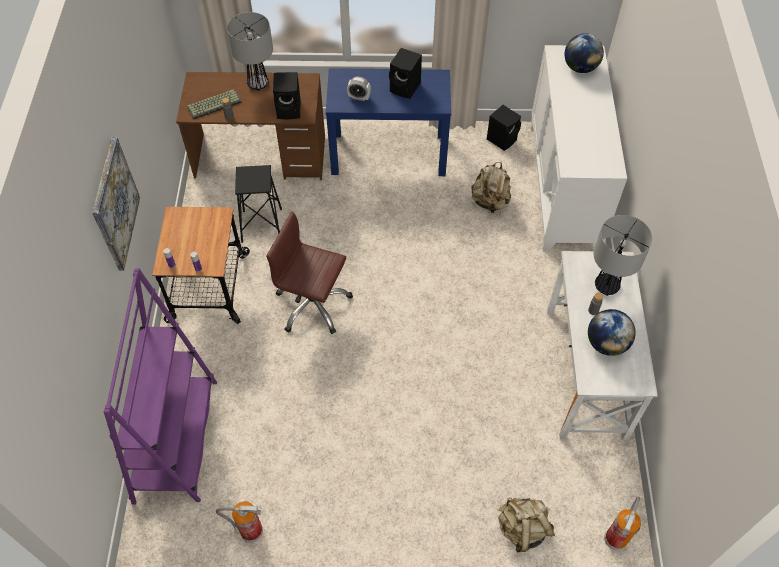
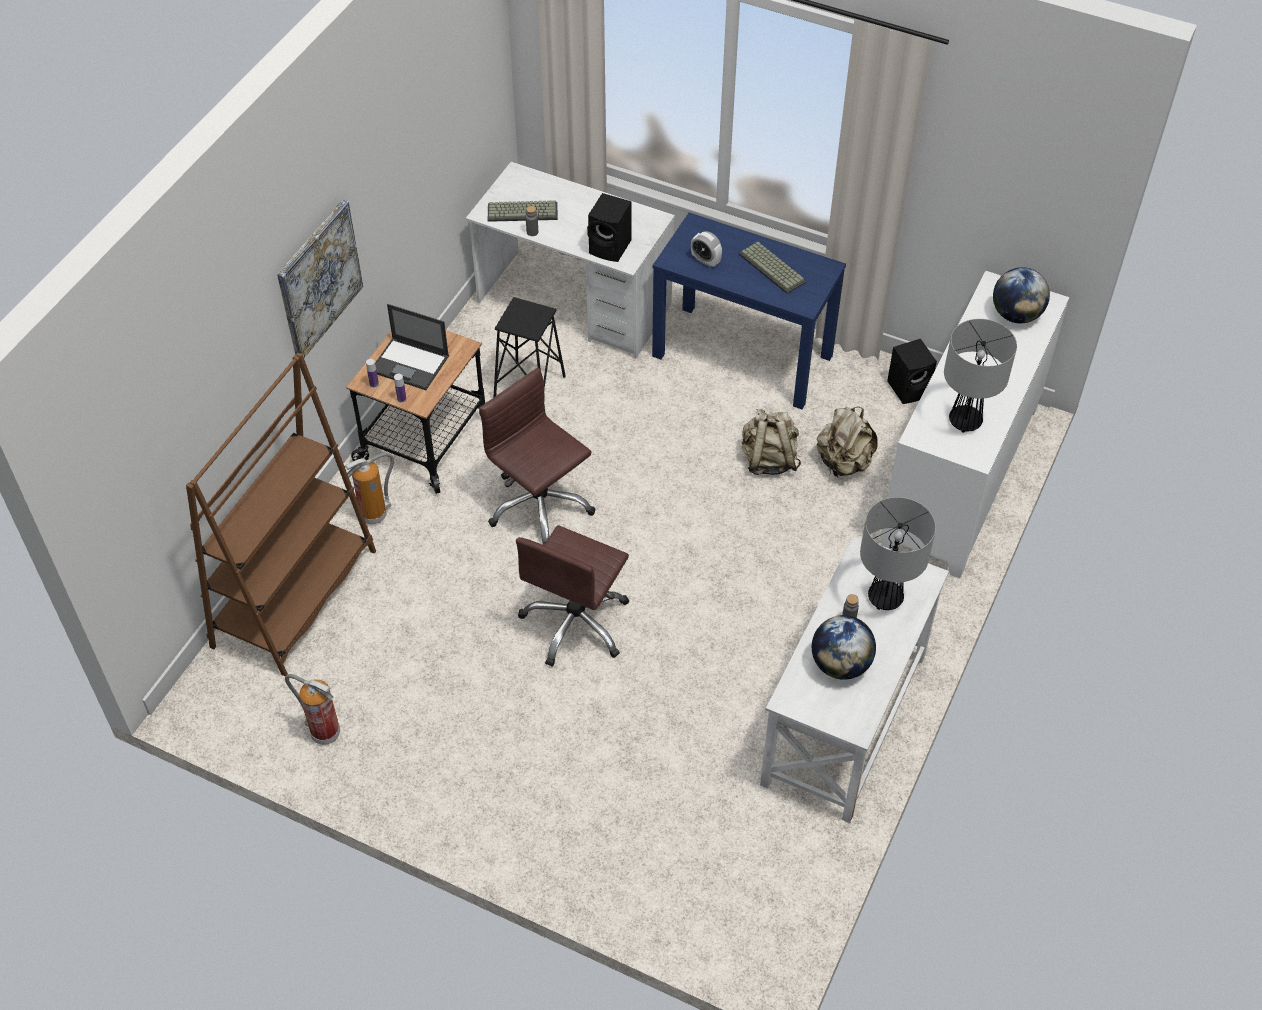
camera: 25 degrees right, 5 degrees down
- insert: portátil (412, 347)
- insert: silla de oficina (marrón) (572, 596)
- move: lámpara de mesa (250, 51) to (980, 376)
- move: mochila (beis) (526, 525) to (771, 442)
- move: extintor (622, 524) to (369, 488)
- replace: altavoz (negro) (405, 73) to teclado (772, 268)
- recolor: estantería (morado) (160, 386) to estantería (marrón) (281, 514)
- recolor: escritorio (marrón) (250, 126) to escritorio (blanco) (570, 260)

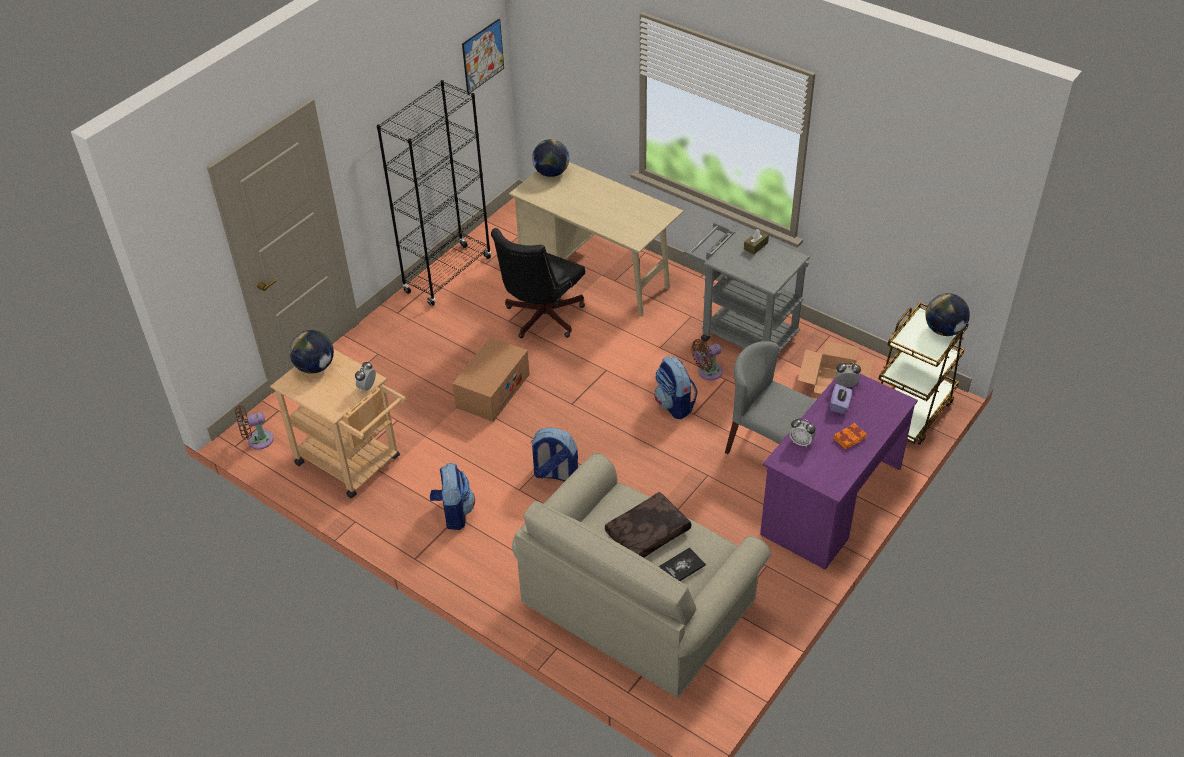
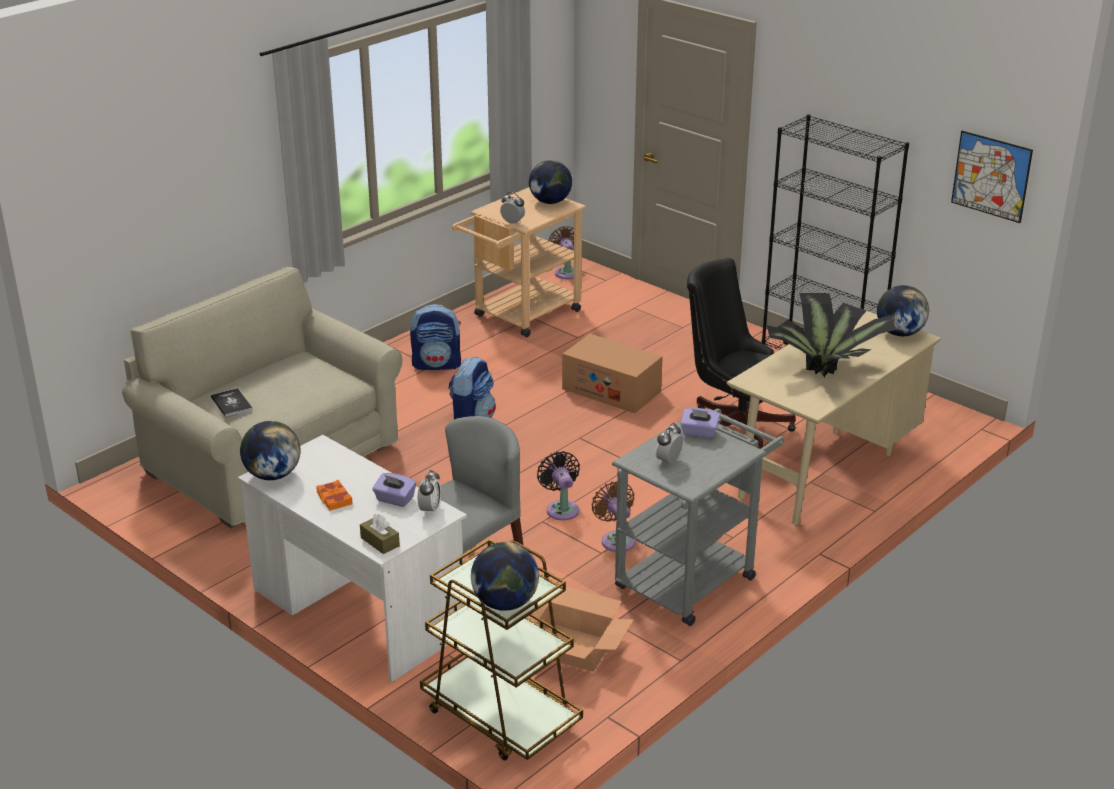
camera: 95 degrees right, 15 degrees down
- delete: cojín (marrón) (648, 525)
- insert: globo terráqueo (270, 450)
- insert: caja de pañuelos (morado) (700, 423)
- insert: planta en maceta (831, 335)
- move: caja de pañuelos (marrón) (756, 242) to (380, 534)
- move: despertador (803, 432) to (669, 443)
- replace: mochila (676, 387) to ventilador (negro) (558, 485)
- recolor: escritorio (morado) (839, 471) to escritorio (blanco) (352, 558)

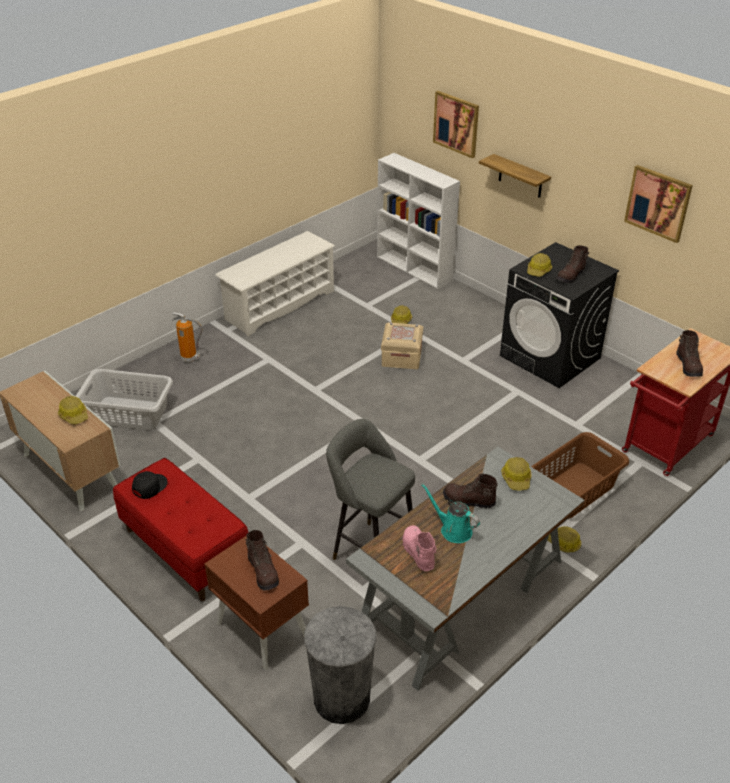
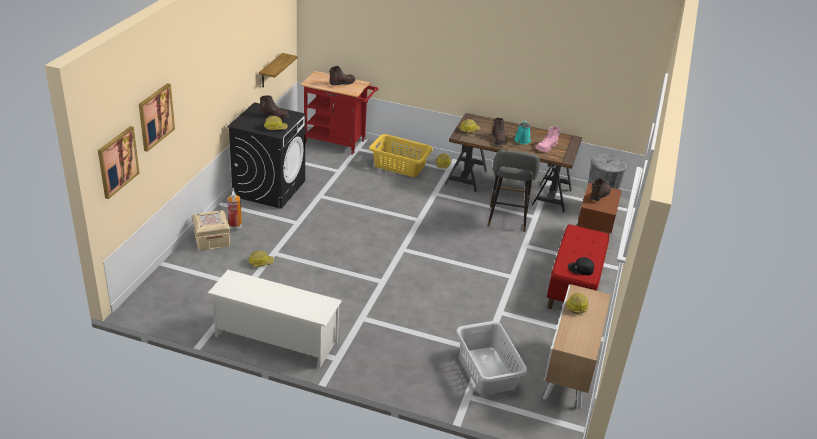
camera: 120 degrees left, 5 degrees down
- delete: estantería (blanco) (418, 221)
- move: extintor (187, 337) to (234, 209)
- move: caja de almacenaje (beis) (402, 345) to (211, 230)
- move: estante (515, 176) to (278, 70)
- move: cuadro (658, 204) to (119, 162)
- recolor: escritorio (gris) (465, 569) to escritorio (marrón) (513, 163)
- recolor: cesto de la ropa (marrón) (580, 475) to cesto de la ropa (amarillo) (401, 155)

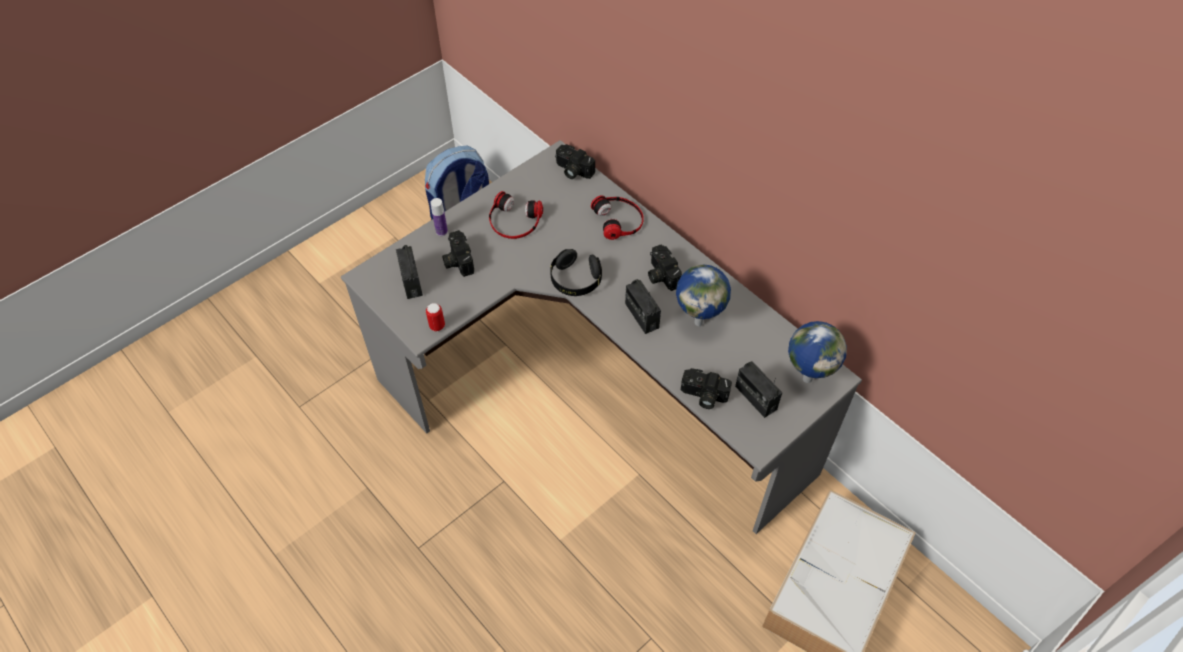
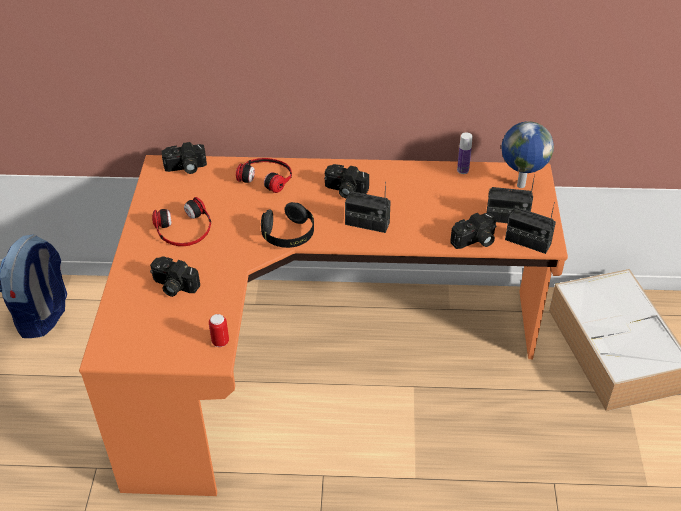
camera: 45 degrees left, 10 degrees down
- delete: globo terráqueo (703, 295)
- move: radio (409, 272) to (530, 228)
- move: botella (439, 217) to (465, 153)
- recolor: escritorio (gris) (601, 337) to escritorio (naranja) (323, 325)

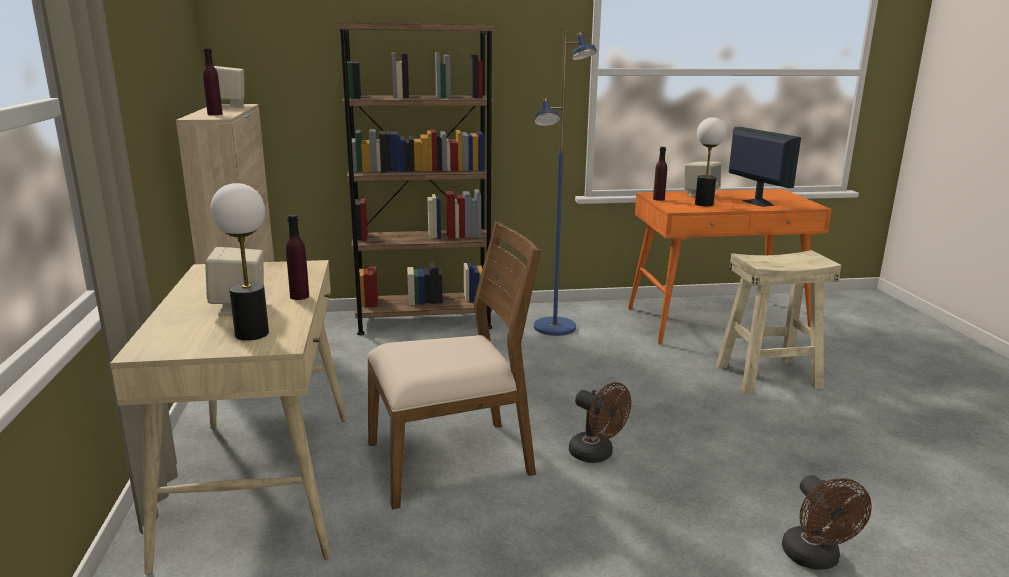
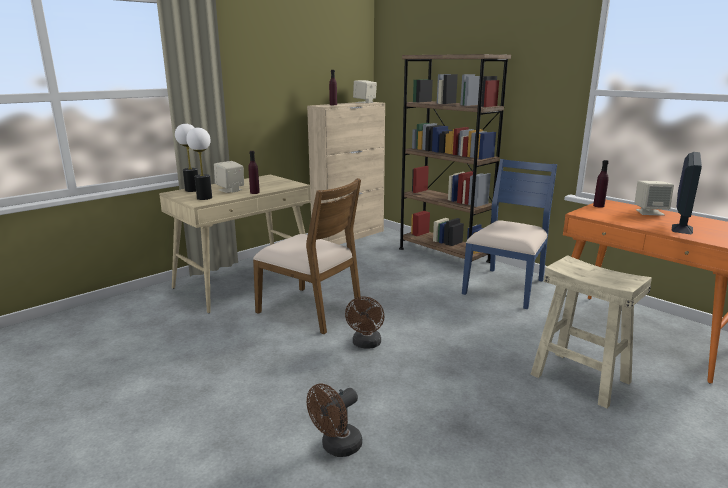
camera: 55 degrees right, 0 degrees up
- move: lámpara de mesa (710, 161) to (186, 157)
- replace: lámpara de pie (azul) (565, 183) to silla (azul) (509, 234)

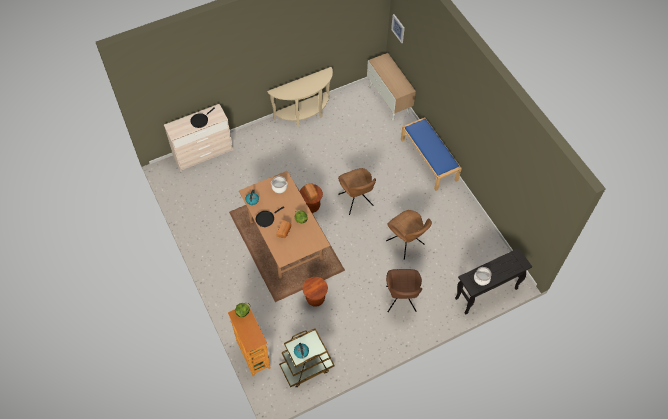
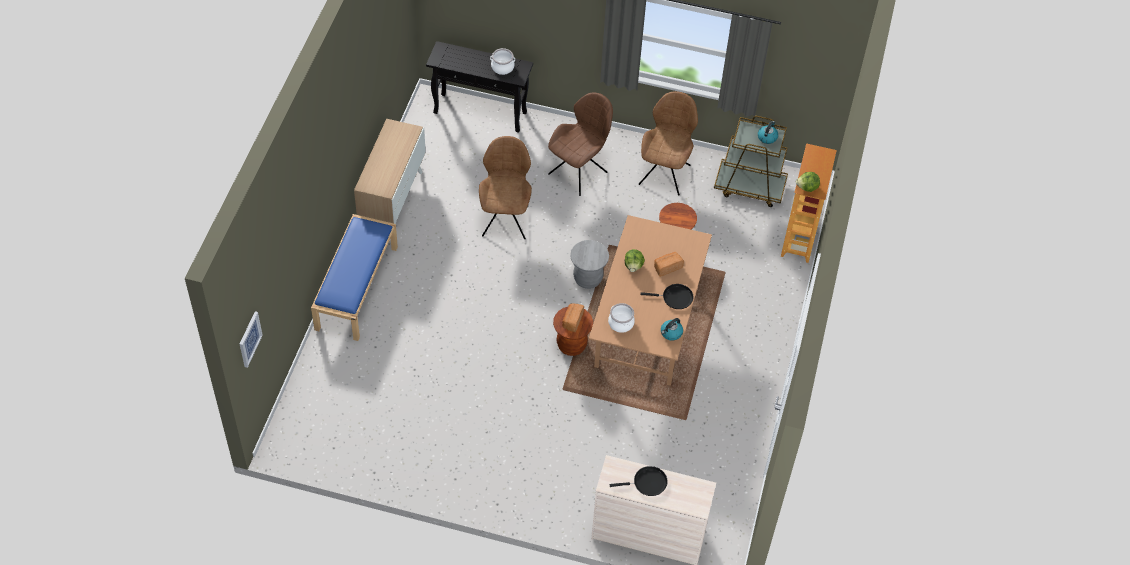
camera: 140 degrees left, 5 degrees down
- delete: mesa consola (beis) (300, 97)
- insert: taburete (gris) (589, 264)
- move: silla (marrón) (357, 191) to (668, 143)
- move: armario (391, 87) to (390, 171)

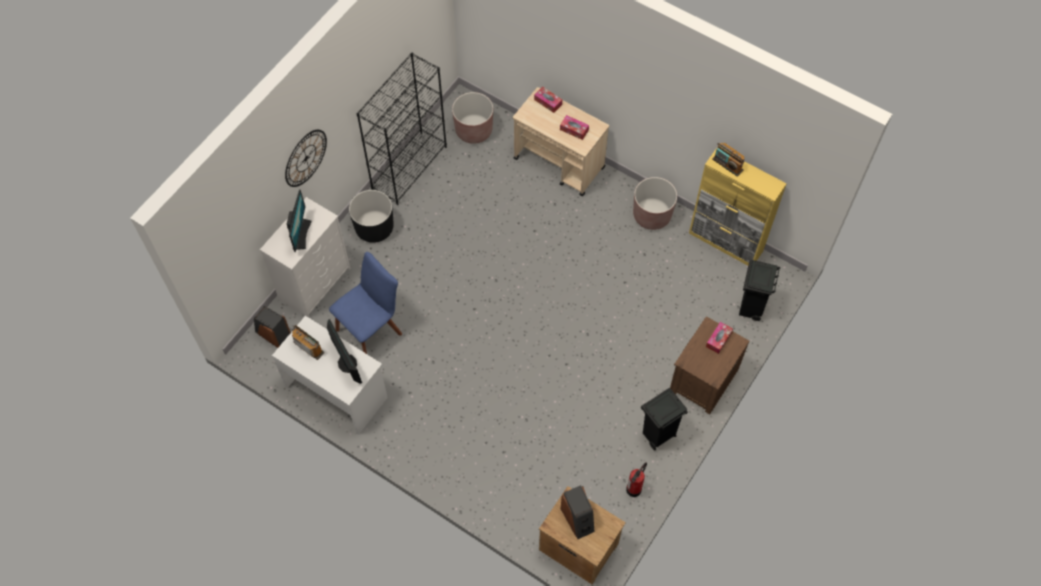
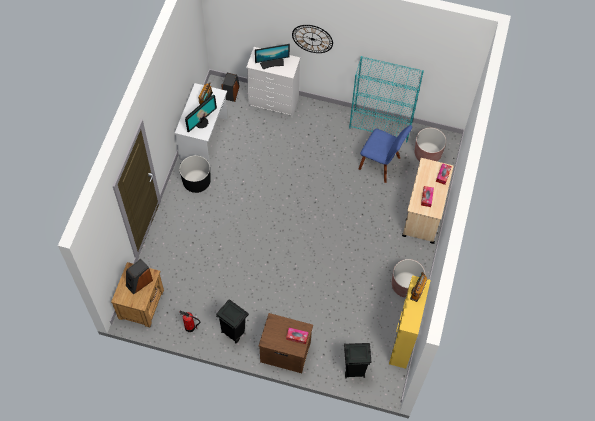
camera: 70 degrees right, 0 degrees up
- move: silla (azul) (365, 303) to (385, 154)
- move: maceta (negro) (371, 216) to (195, 174)
- recolor: estantería (negro) (402, 129) to estantería (turquesa) (386, 99)

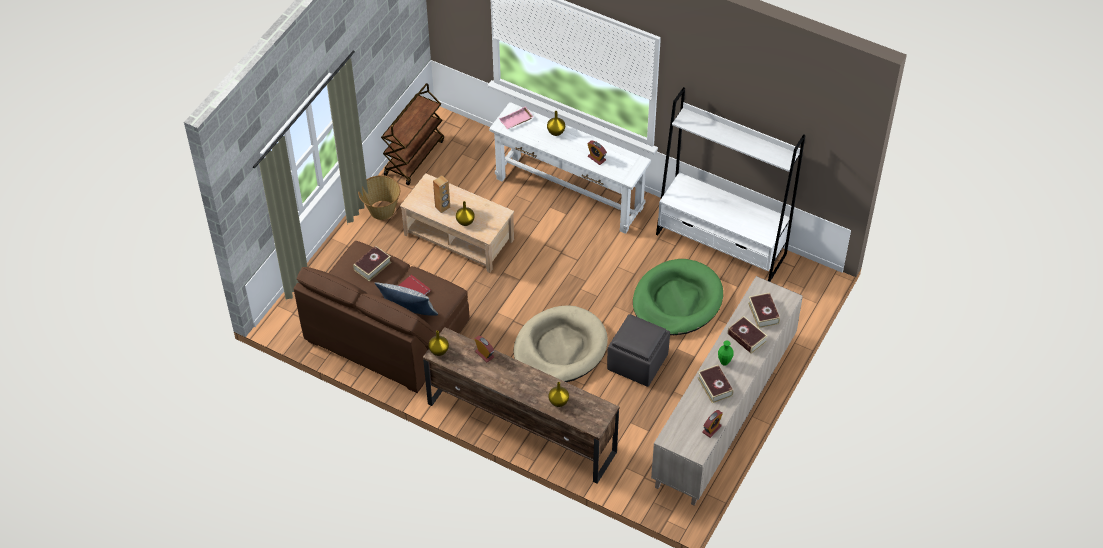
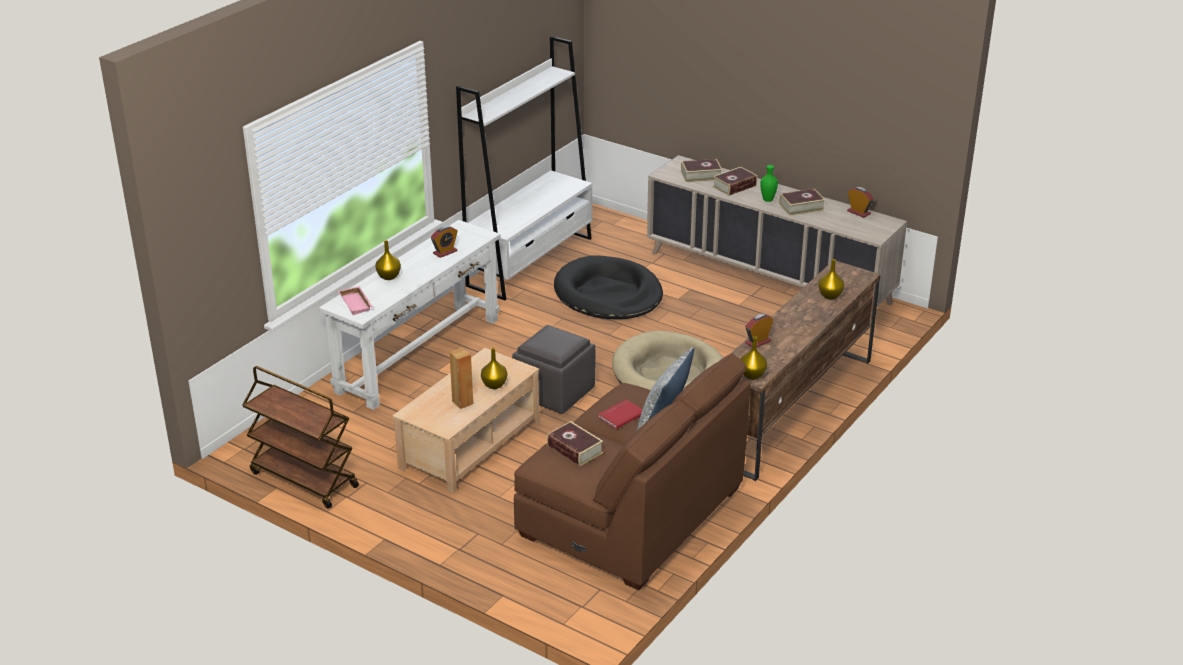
camera: 85 degrees left, 20 degrees down
- delete: cesta (379, 197)
- move: puf (gris) (638, 350) to (553, 369)
- recolor: cama para perro (verde) (678, 297) to cama para perro (negro) (608, 287)

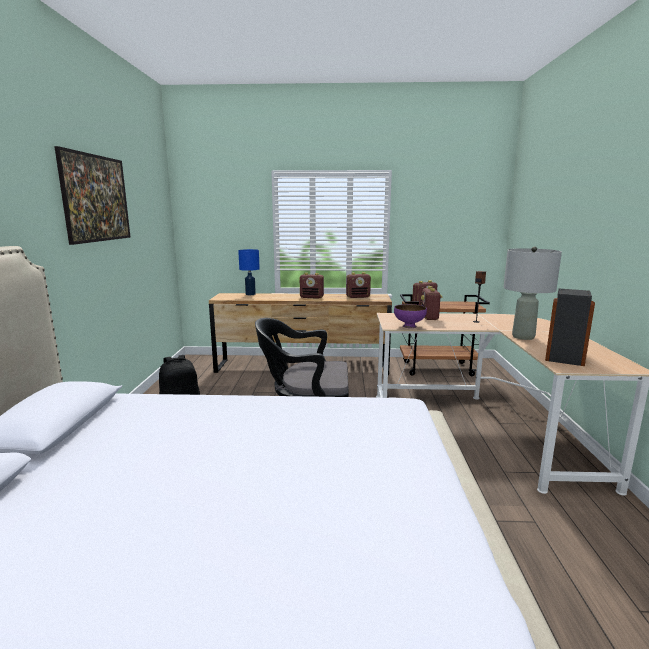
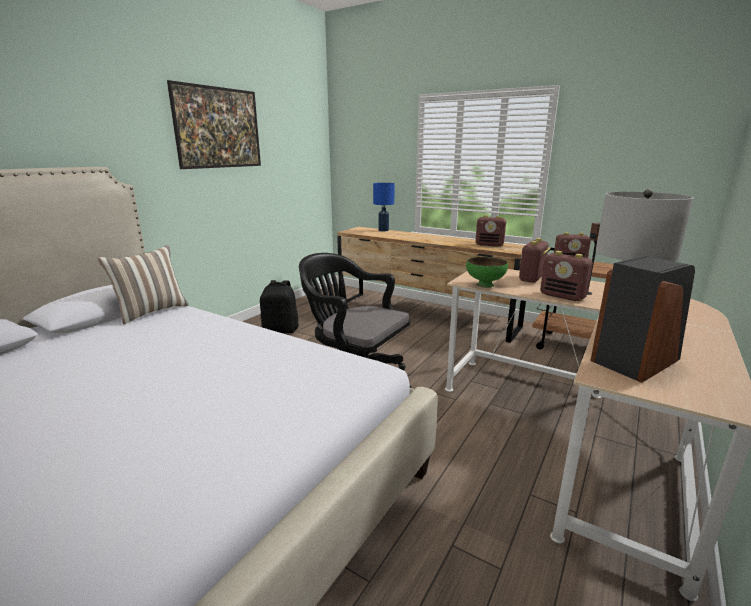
camera: 30 degrees right, 5 degrees up
- insert: cojín (143, 285)
- move: radio (312, 286) to (566, 276)
- recolor: cuenco (morado) (410, 316) to cuenco (verde) (487, 272)

